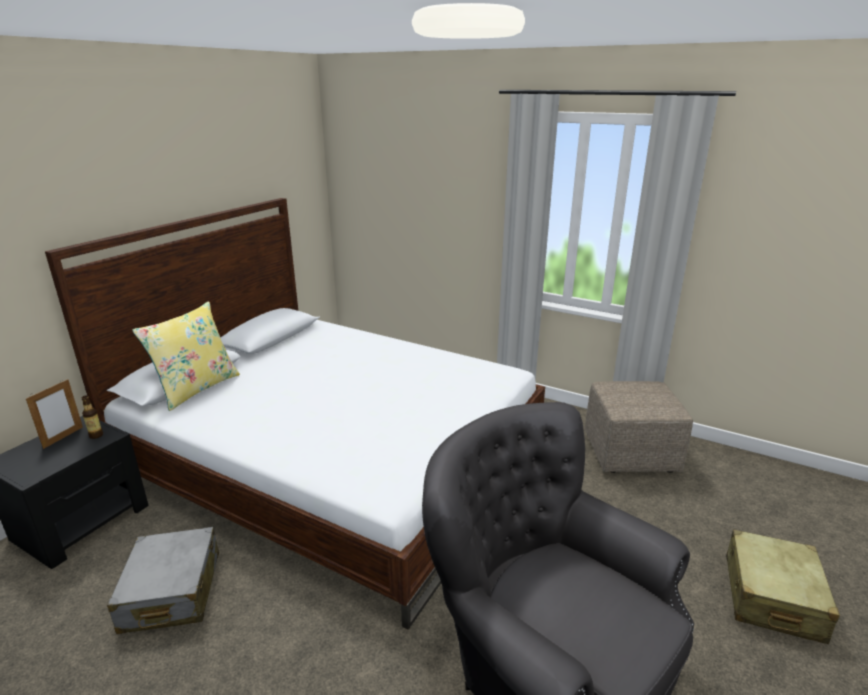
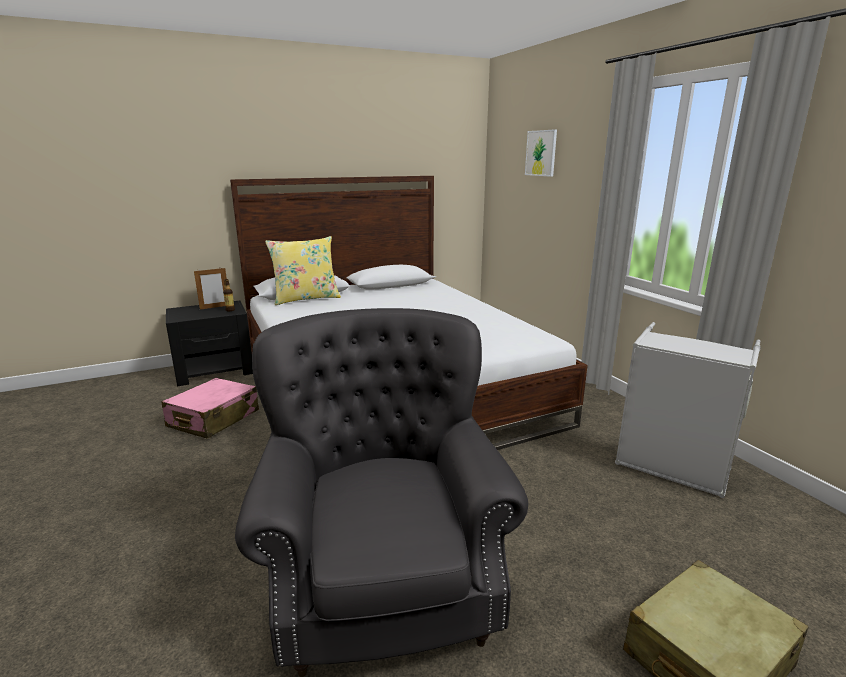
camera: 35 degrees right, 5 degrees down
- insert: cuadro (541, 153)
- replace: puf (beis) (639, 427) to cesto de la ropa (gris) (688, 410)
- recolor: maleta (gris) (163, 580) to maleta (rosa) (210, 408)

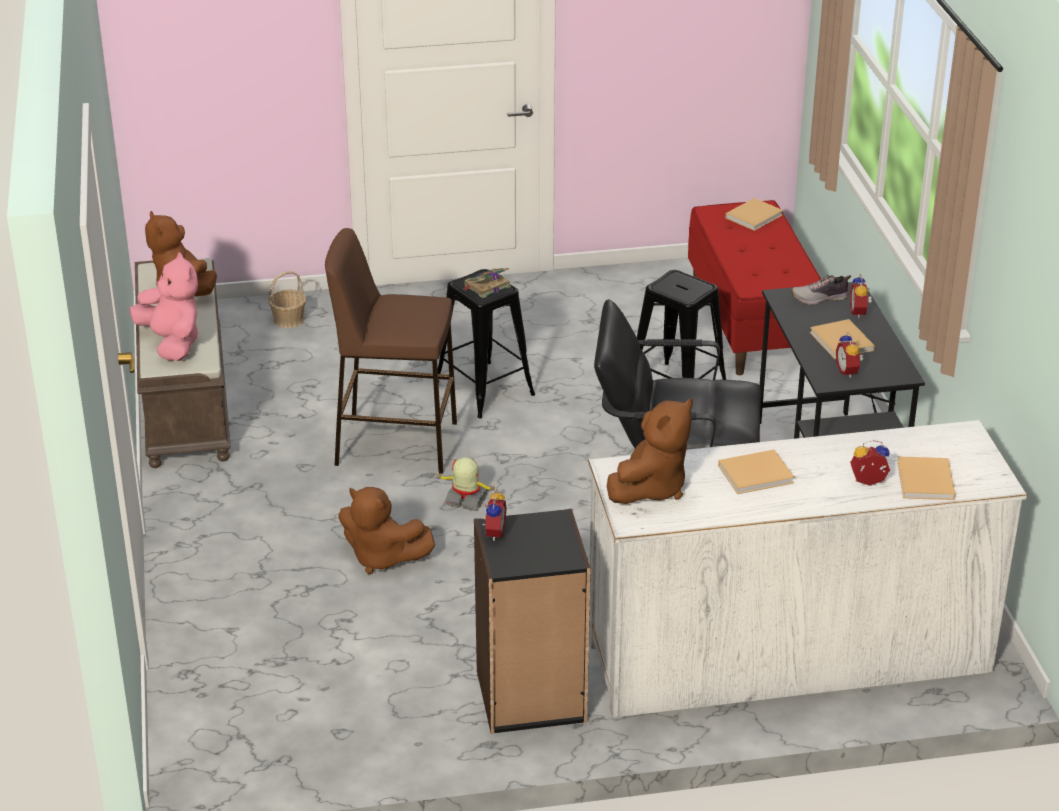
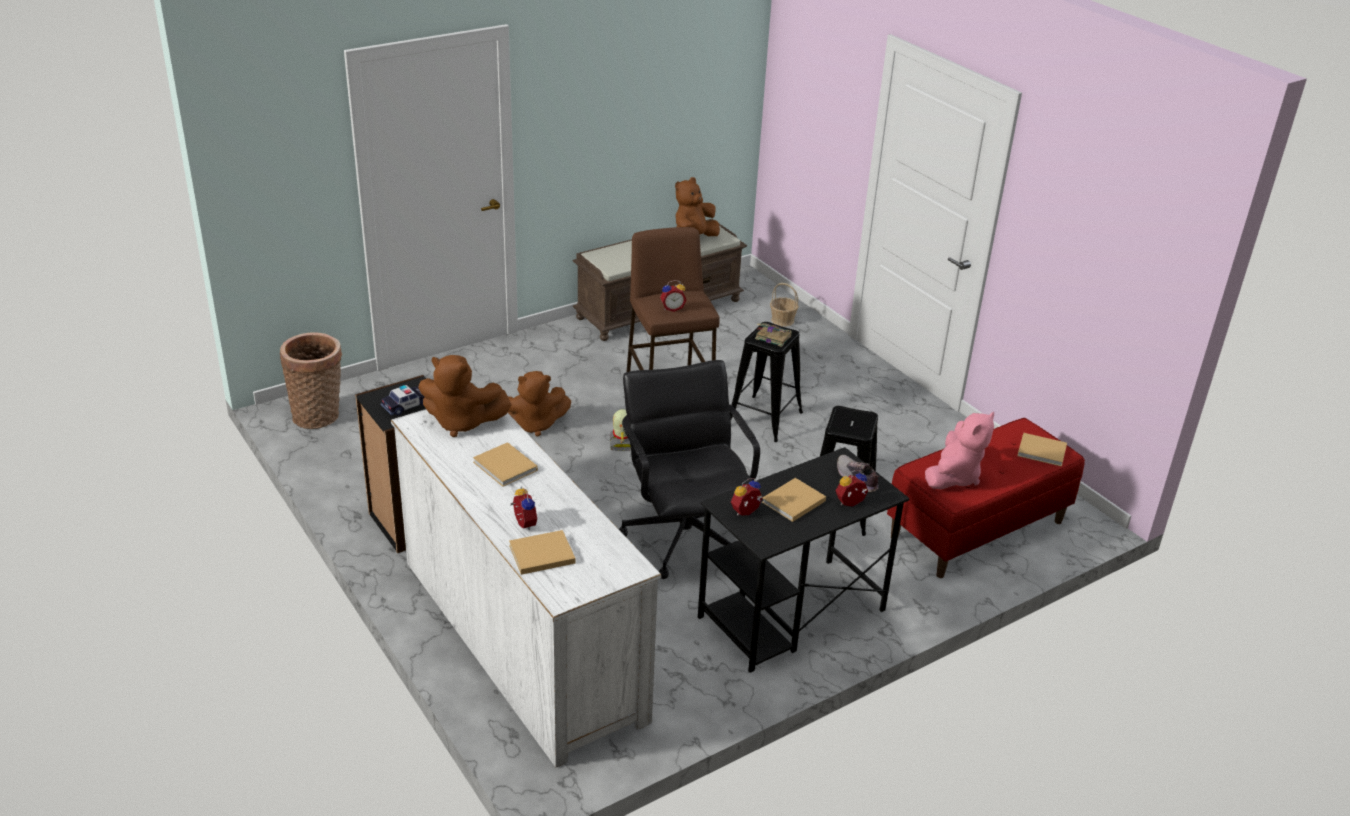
camera: 65 degrees right, 0 degrees up
- insert: cesta (311, 380)
- insert: coche de juguete (402, 400)
- move: peluche (rosa) (164, 306) to (959, 450)
- move: despertador (493, 515) to (673, 296)
- rotate: peluche (marrón) (386, 530) = (539, 404) 105 degrees counterclockwise

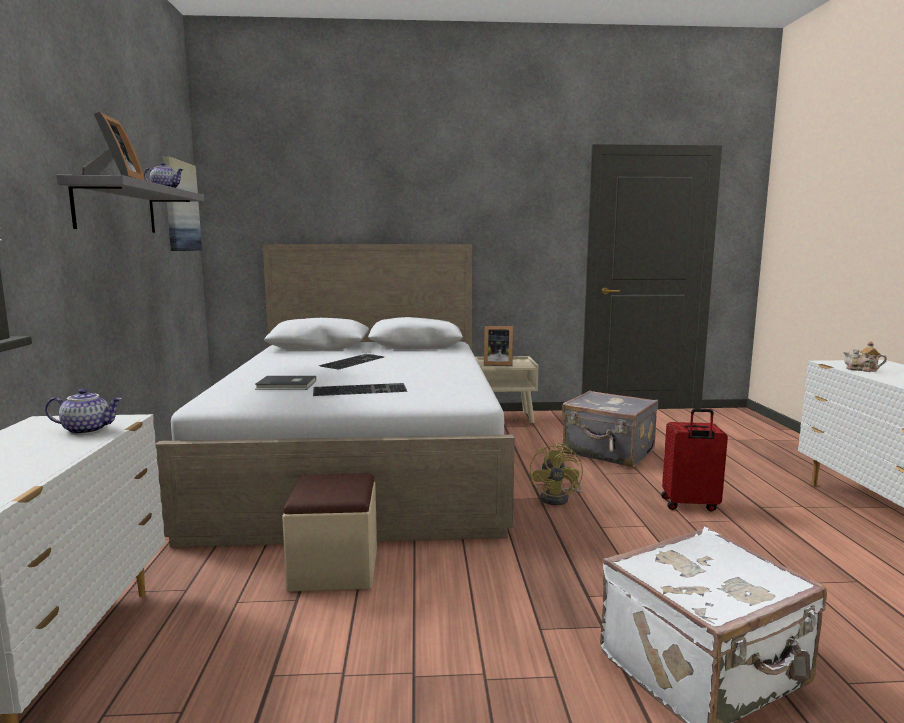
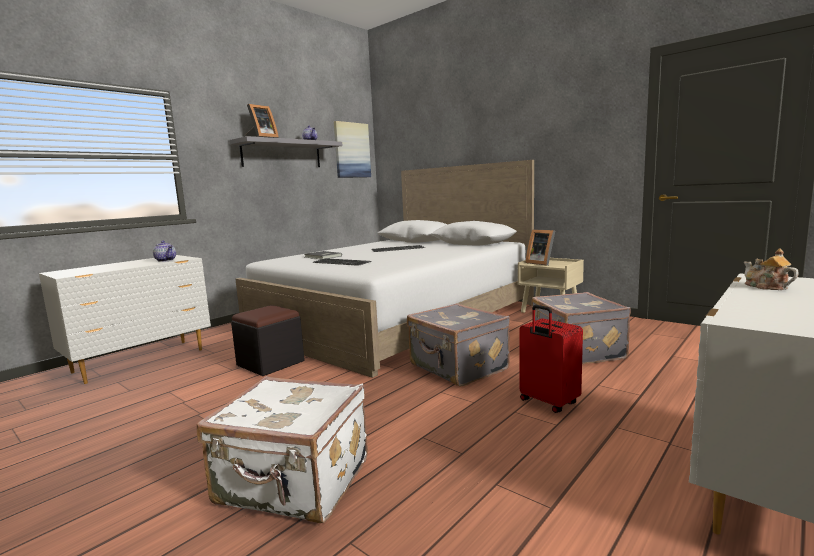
camera: 45 degrees right, 0 degrees up
- replace: ventilador (amarillo) (556, 474) to maleta (gris) (458, 344)
- recolor: puf (beis) (329, 532) to puf (negro) (267, 340)

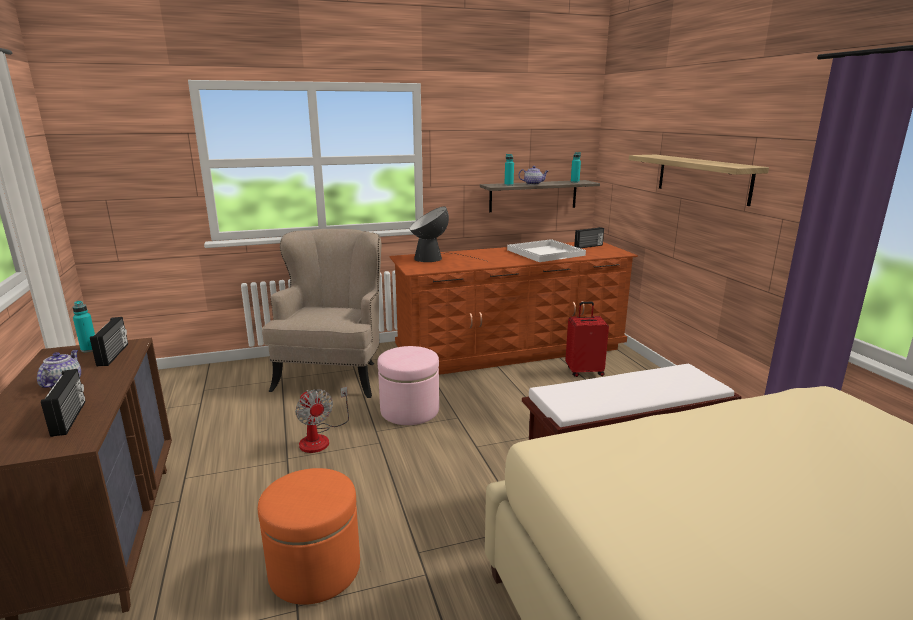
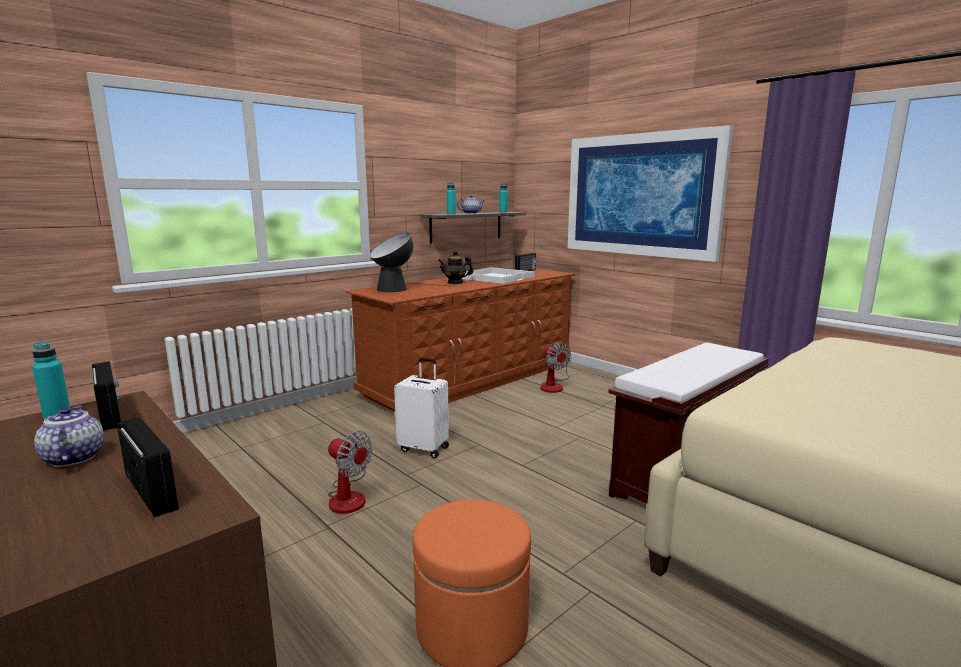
camera: 25 degrees left, 5 degrees down
- delete: sillón (beis) (321, 313)
- insert: tetera (455, 267)
- replace: puf (rosa) (408, 385) to maleta (blanco) (421, 408)
- replace: maleta (rojo) (587, 339) to ventilador (556, 367)
- replace: estante (699, 180) to cuadro (650, 193)

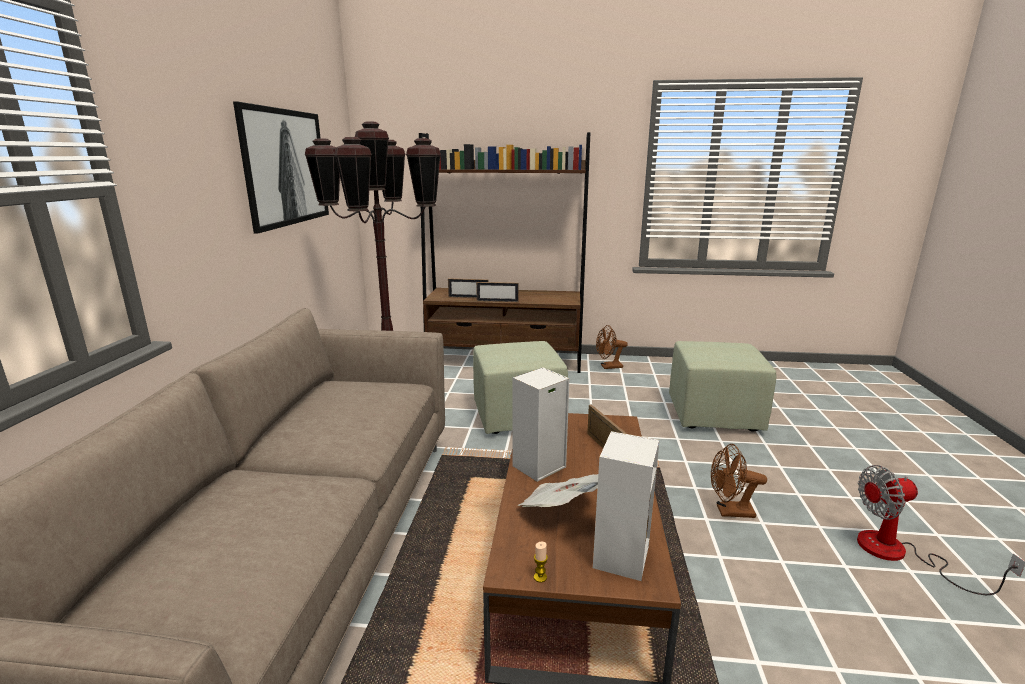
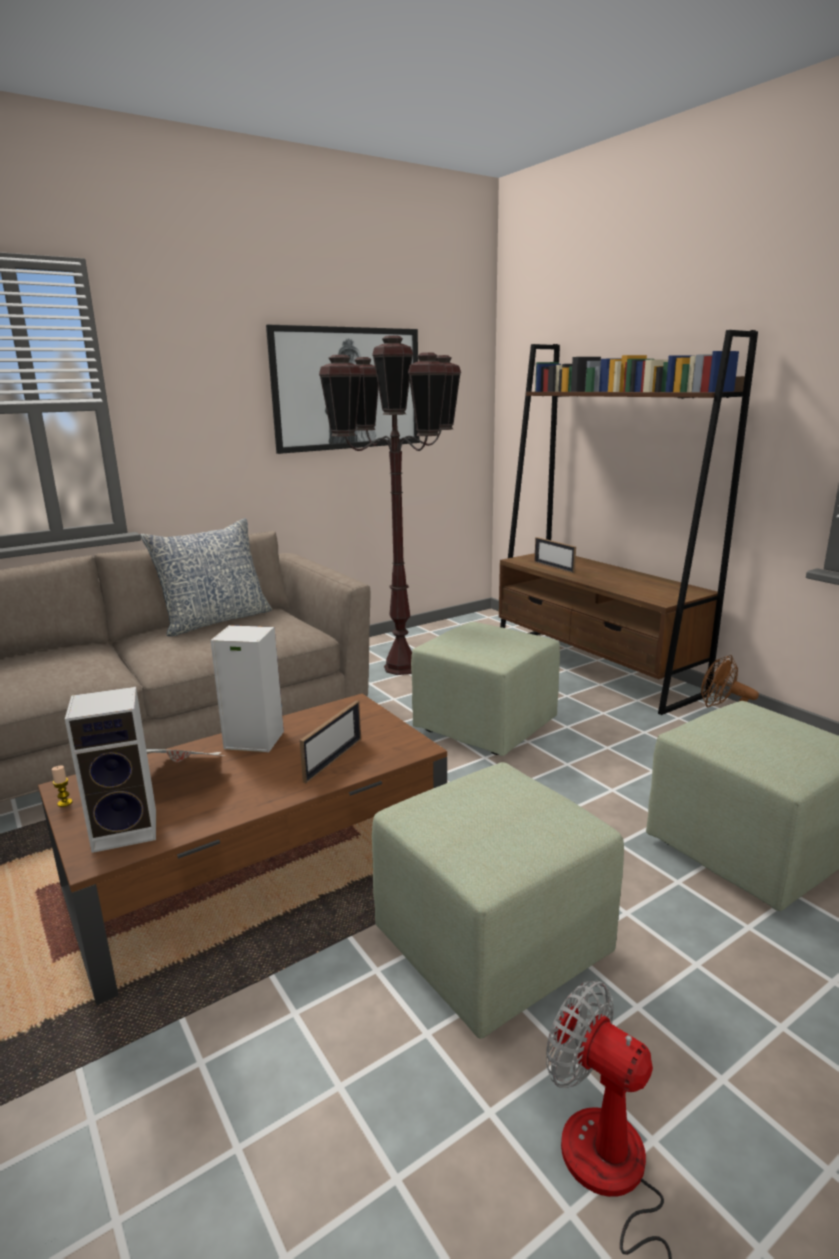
camera: 50 degrees right, 0 degrees up
- delete: portarretratos (497, 292)
- insert: cojín (206, 577)
- replace: ventilador (marrón) (739, 481) to puf (verde) (498, 900)

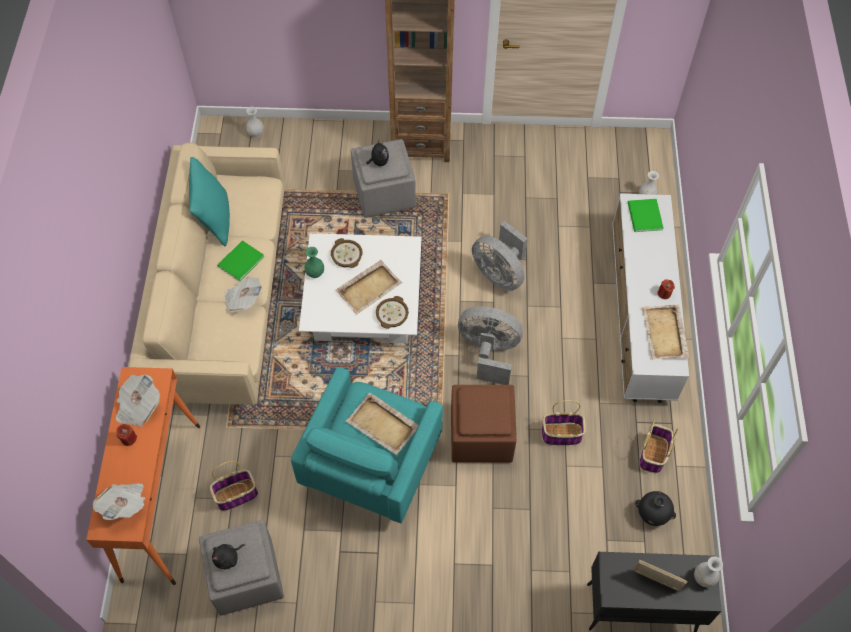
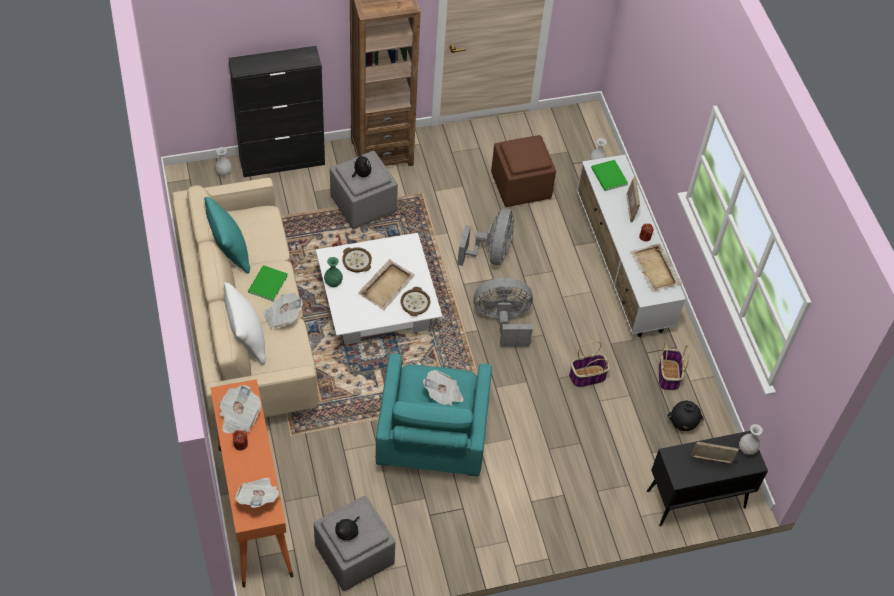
camera: 20 degrees left, 5 degrees down
- delete: cesta (234, 486)
- insert: cojín (blanco) (245, 324)
- insert: armario (negro) (277, 111)
- insert: portarretratos (633, 199)
- move: puf (marrón) (484, 424) to (523, 171)
- replace: bandeja (beis) (382, 424) to periódico (443, 387)
- rotate: ventilador (gris) (500, 256) = (485, 237) 105 degrees counterclockwise

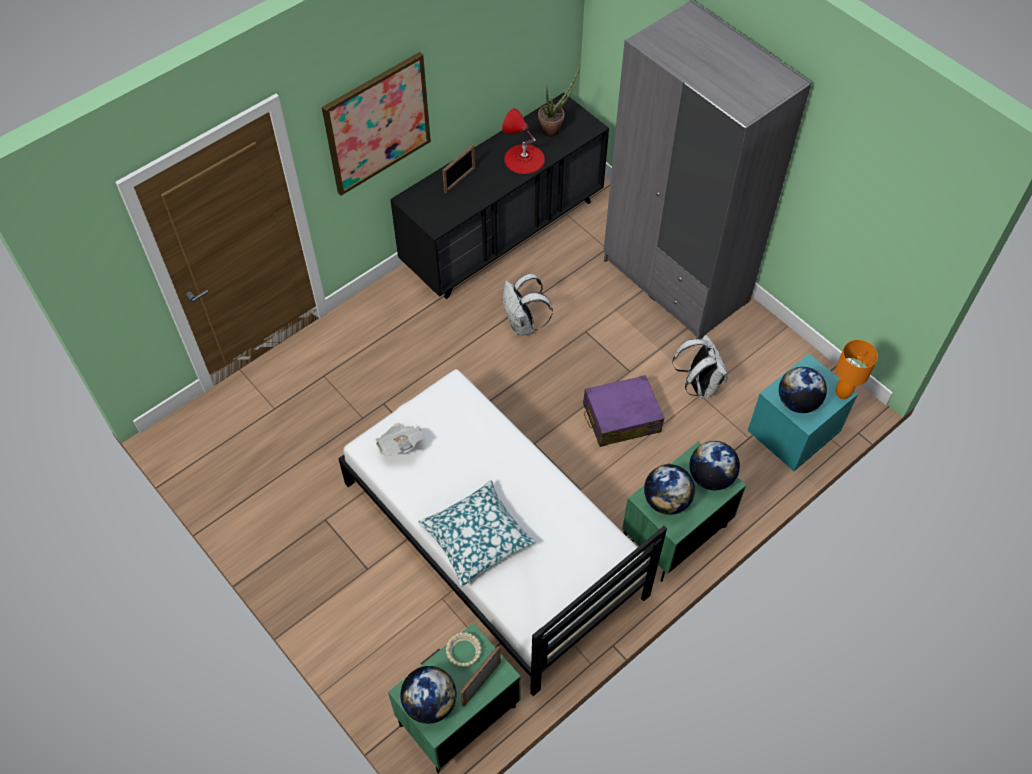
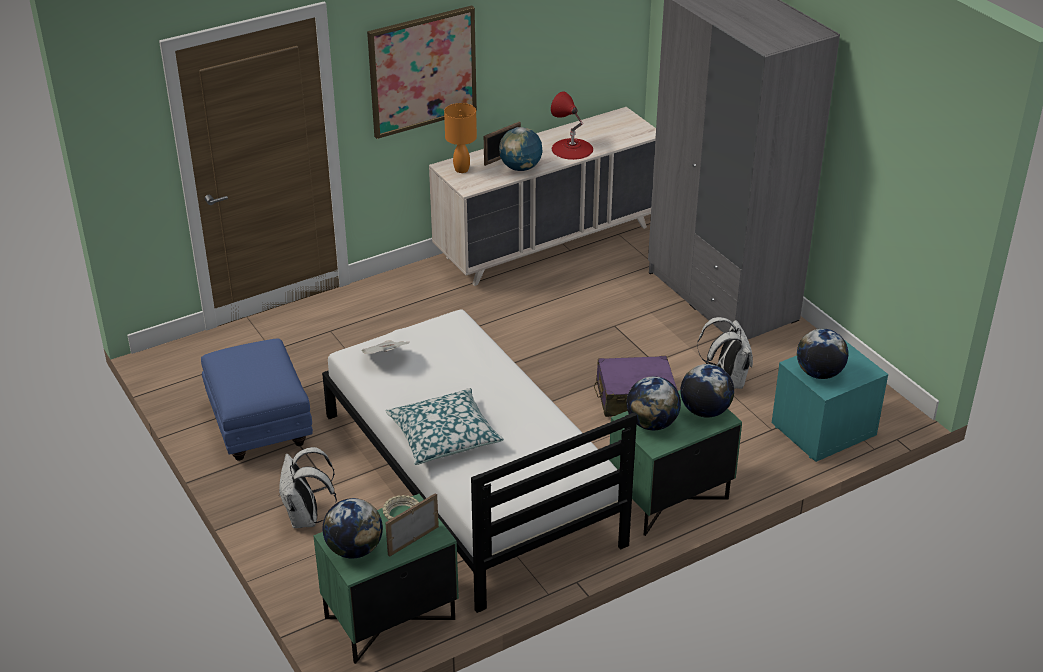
camera: 10 degrees right, 20 degrees down
- delete: planta en maceta (559, 102)
- insert: puf (azul) (257, 400)
- insert: globo terráqueo (521, 149)
- move: mochila (blanco) (528, 305) to (308, 487)
- move: lámpara de mesa (naranja) (857, 369) to (460, 138)
- recolor: cómoda (negro) (499, 196) to cómoda (beis) (542, 196)

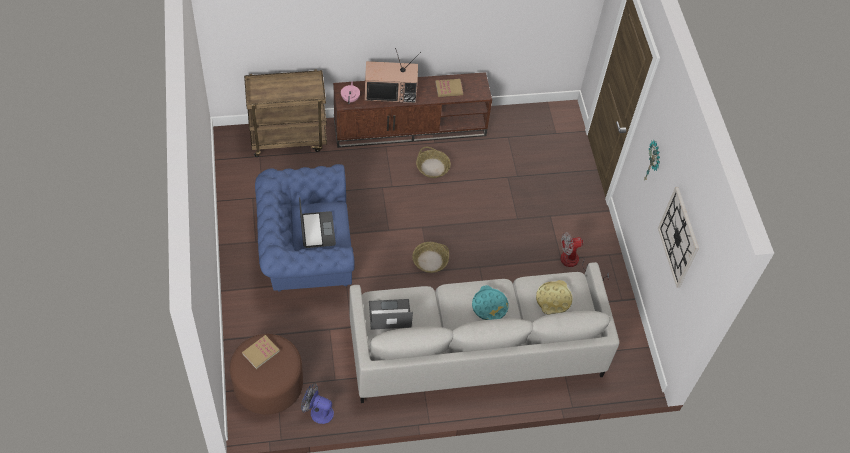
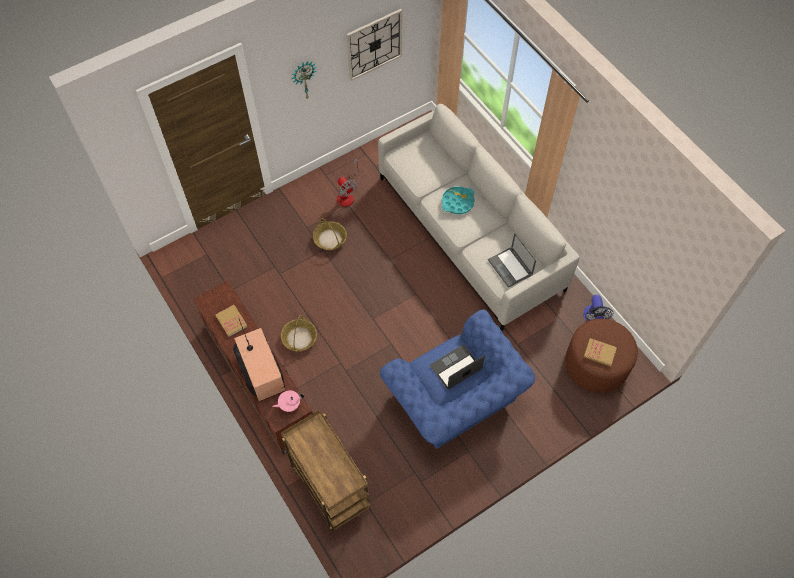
camera: 110 degrees left, 5 degrees up
- delete: bandeja (amarillo) (554, 297)
- move: cesta (430, 257) to (330, 234)

